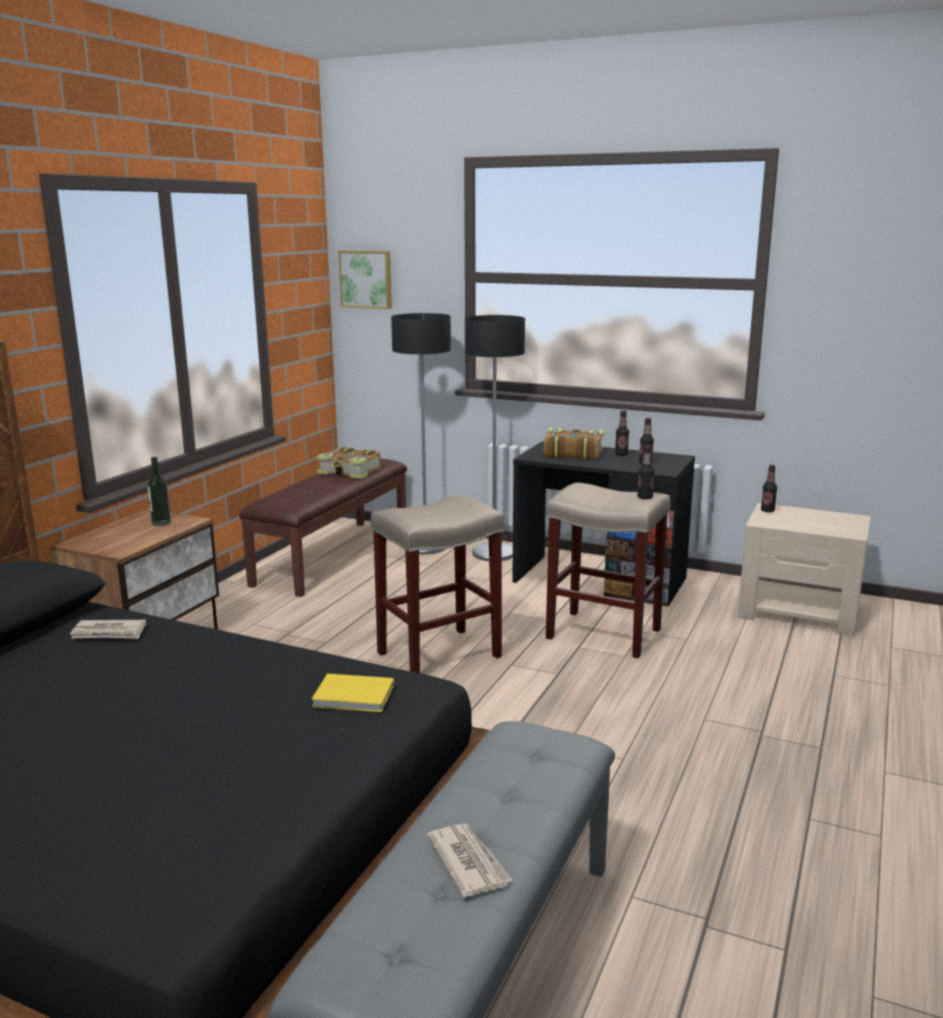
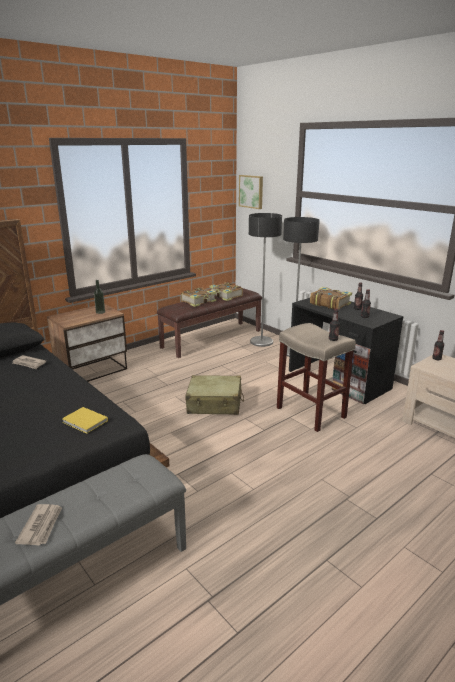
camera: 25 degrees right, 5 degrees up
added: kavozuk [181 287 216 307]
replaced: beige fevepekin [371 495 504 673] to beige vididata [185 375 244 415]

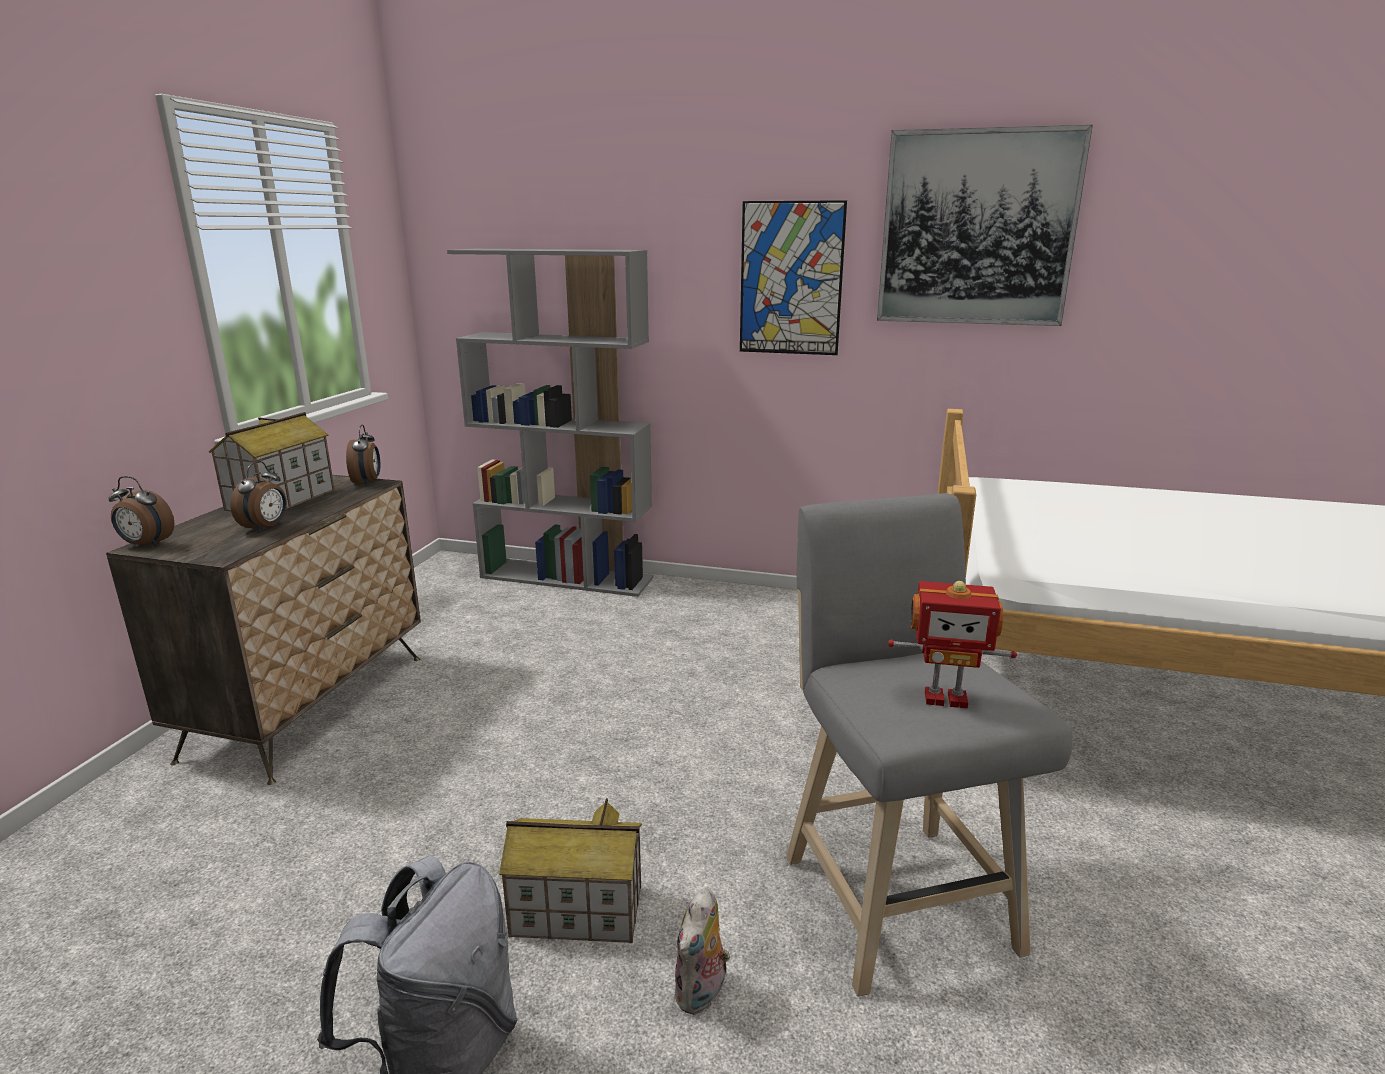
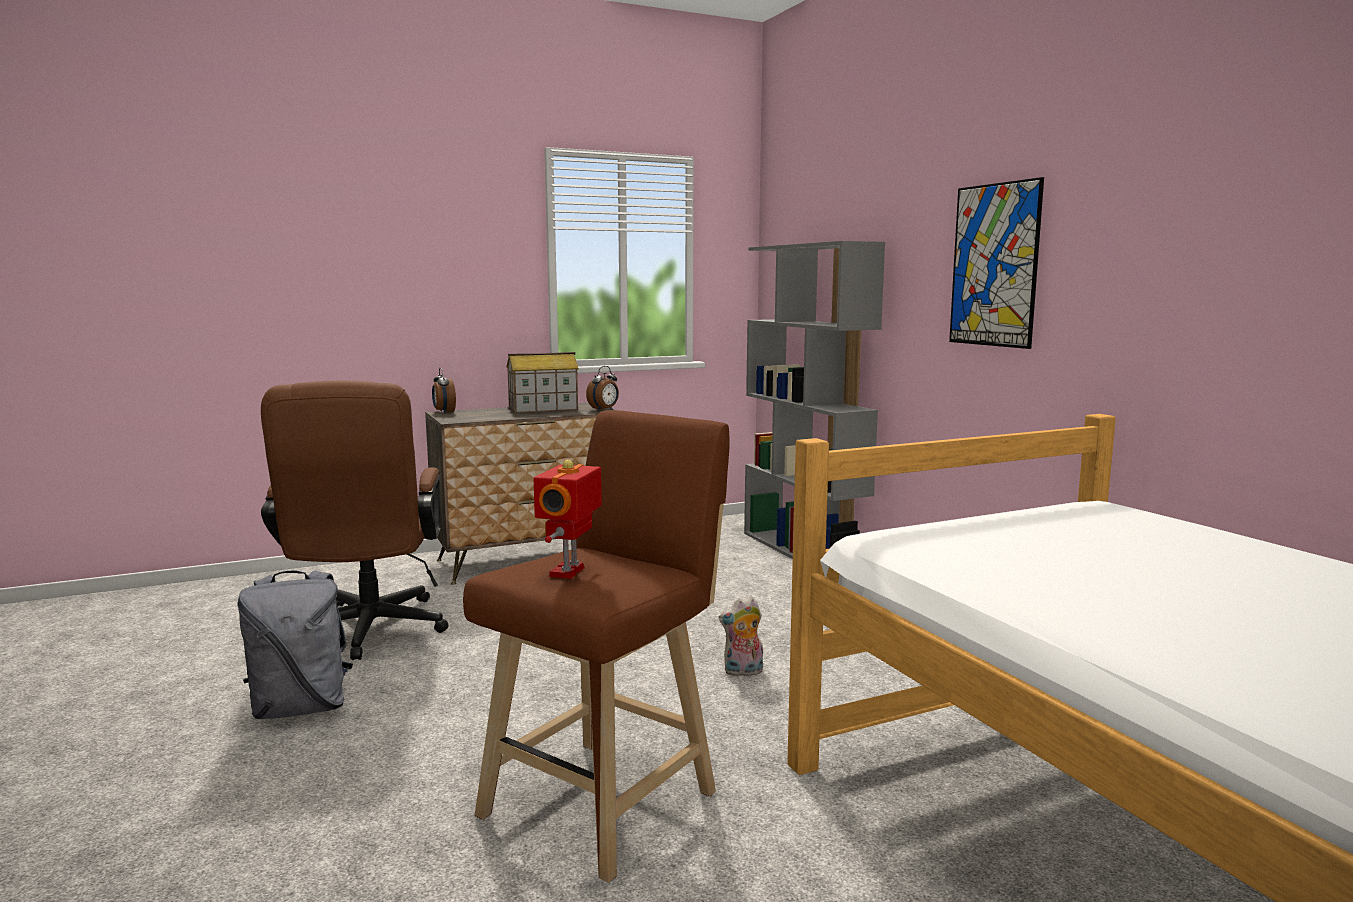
camera: 50 degrees right, 10 degrees down
removed: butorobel [230 461 287 533]; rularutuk [499 798 642 943]; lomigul [877 125 1093 326]
added: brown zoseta [261 381 448 660]
moved: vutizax [674 888 730 1015] to [718 596 763 677]
recoloured: grey fevepekin [786 493 1072 996] to brown fevepekin [463 410 730 883]
turned: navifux [888 581 1017 709] = [534 460 602 579] 45 degrees clockwise

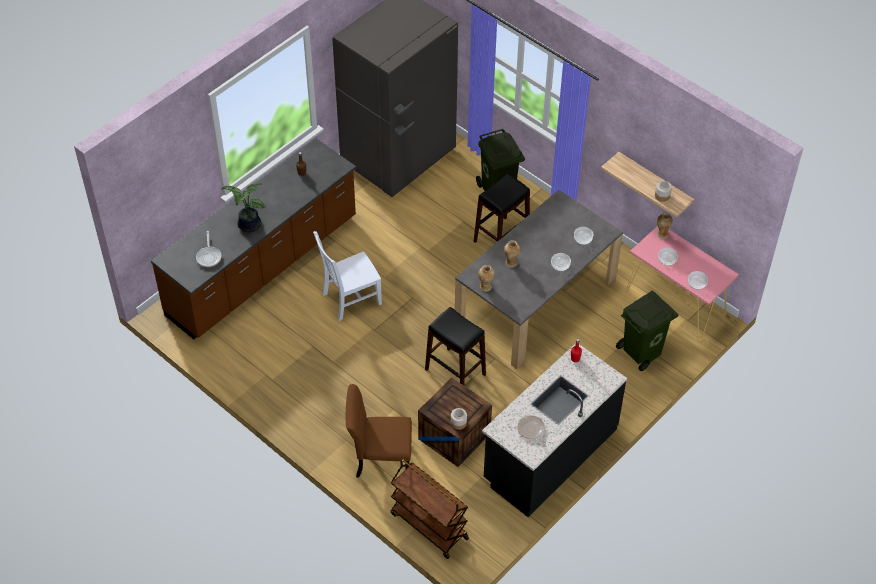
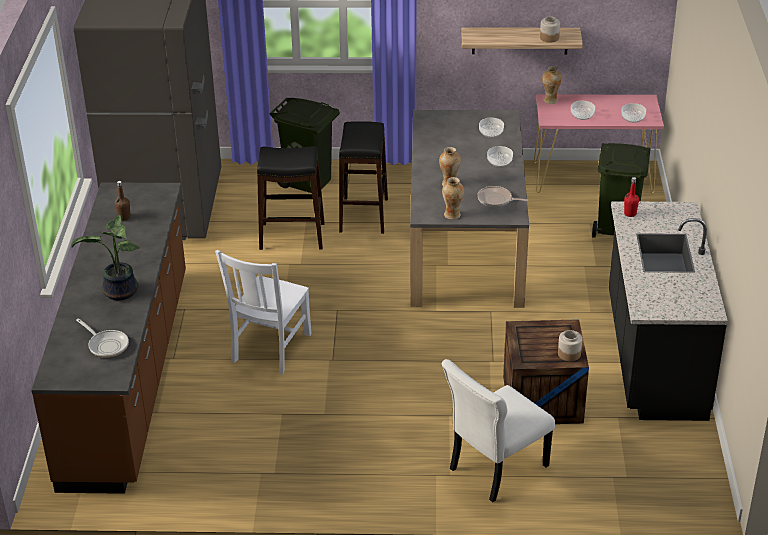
camera: 40 degrees left, 15 degrees down
removed: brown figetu [391 459 469 559]
moved: black fevepekin [425 307 486 385] to [257 146 325 250]; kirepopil [517 415 547 447] to [477 186 528 207]
recoloured: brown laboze [346 384 412 478] to white laboze [442 359 555 503]

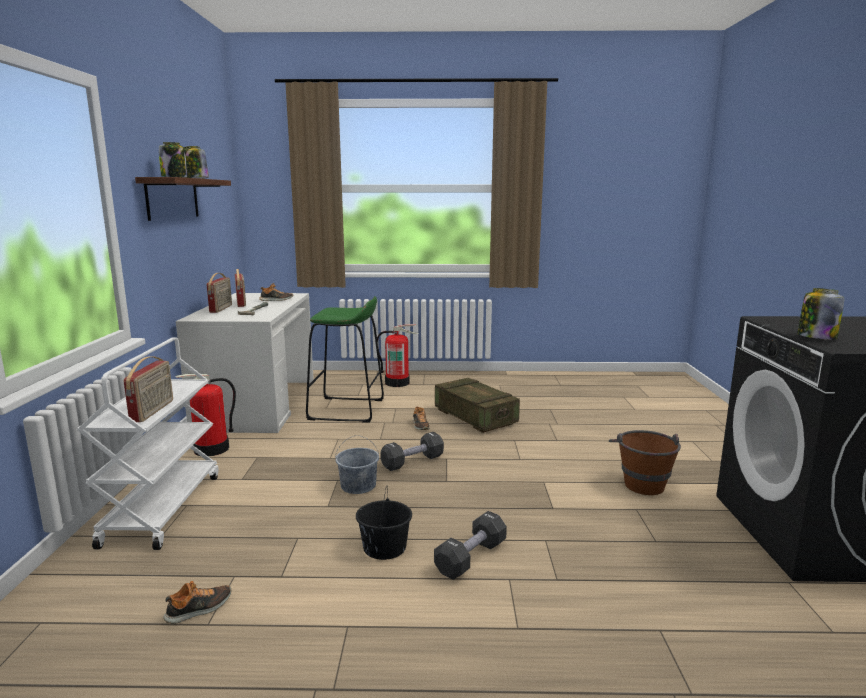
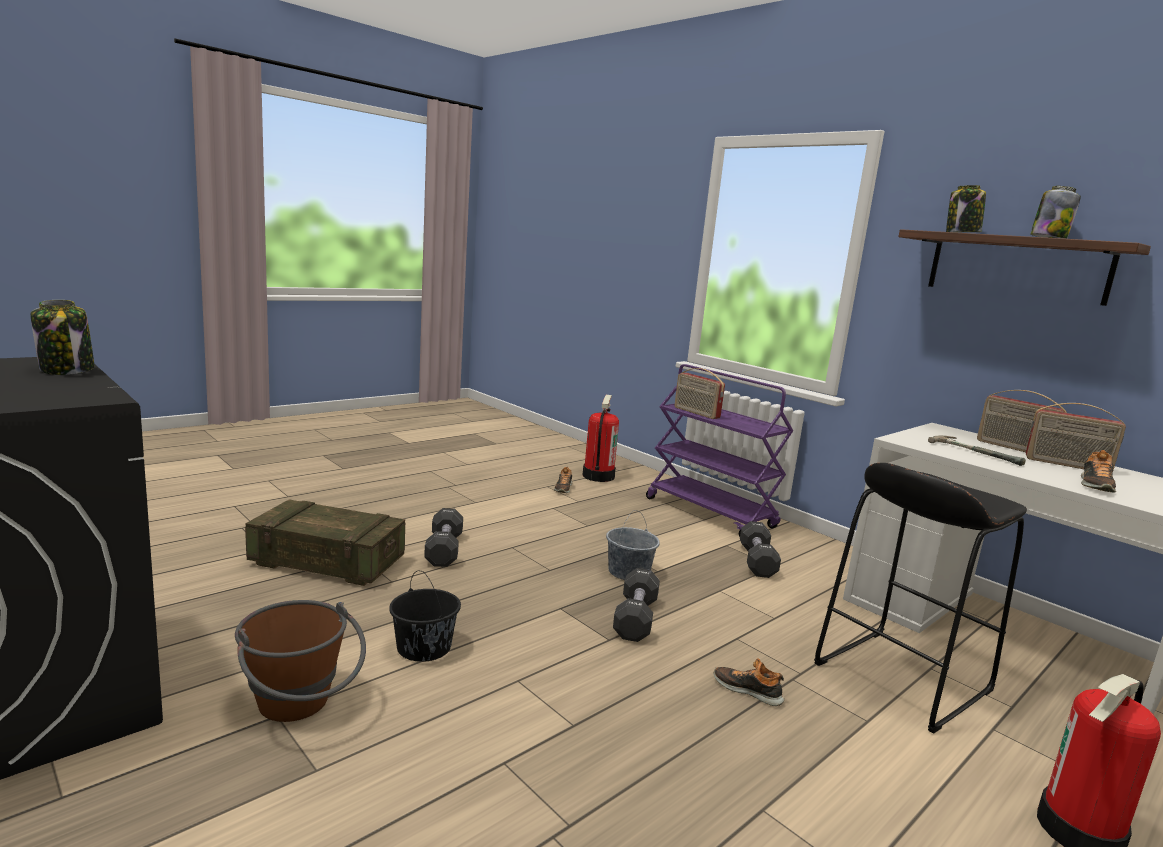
camera: 135 degrees right, 0 degrees up
added: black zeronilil [740 521 781 578]
moved: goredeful [175 374 236 456] to [583 395 619 482]; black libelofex [356 486 412 560] to [389 571 461 662]; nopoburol [435 378 520 433] to [245 499 405 586]
recoloured: white figetu [77 337 219 550] to purple figetu [646 364 793 537]; green fevepekin [306 296 384 422] to black fevepekin [814 463 1027 734]

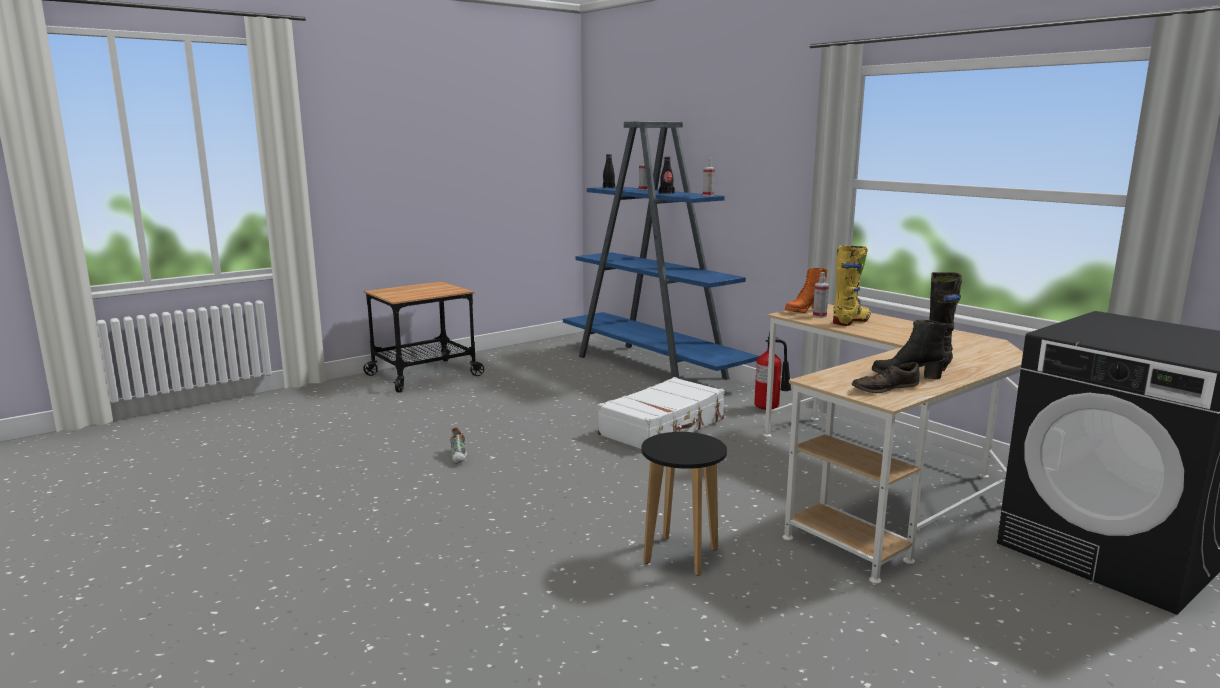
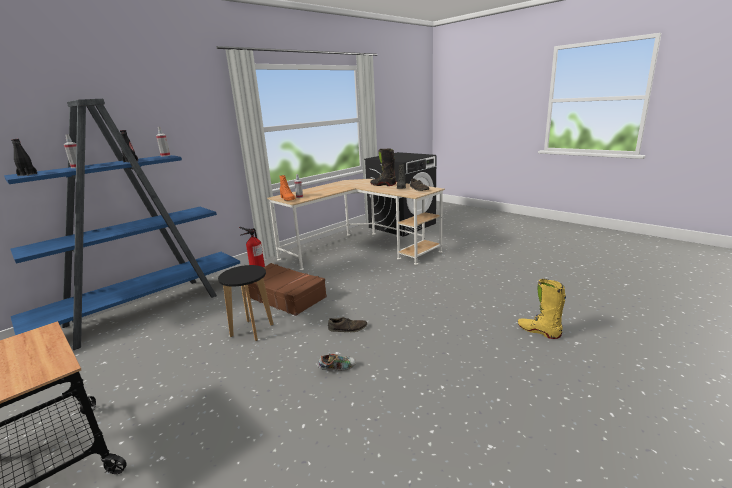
camera: 95 degrees left, 5 degrees up
added: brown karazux [328 317 367 332]
moved: black fevepekin [641 432 727 576] to [218 265 274 341]; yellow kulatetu [833 245 871 326] to [518 279 566 339]
recoloured: white vididata [598 377 725 449] to brown vididata [244 263 327 316]

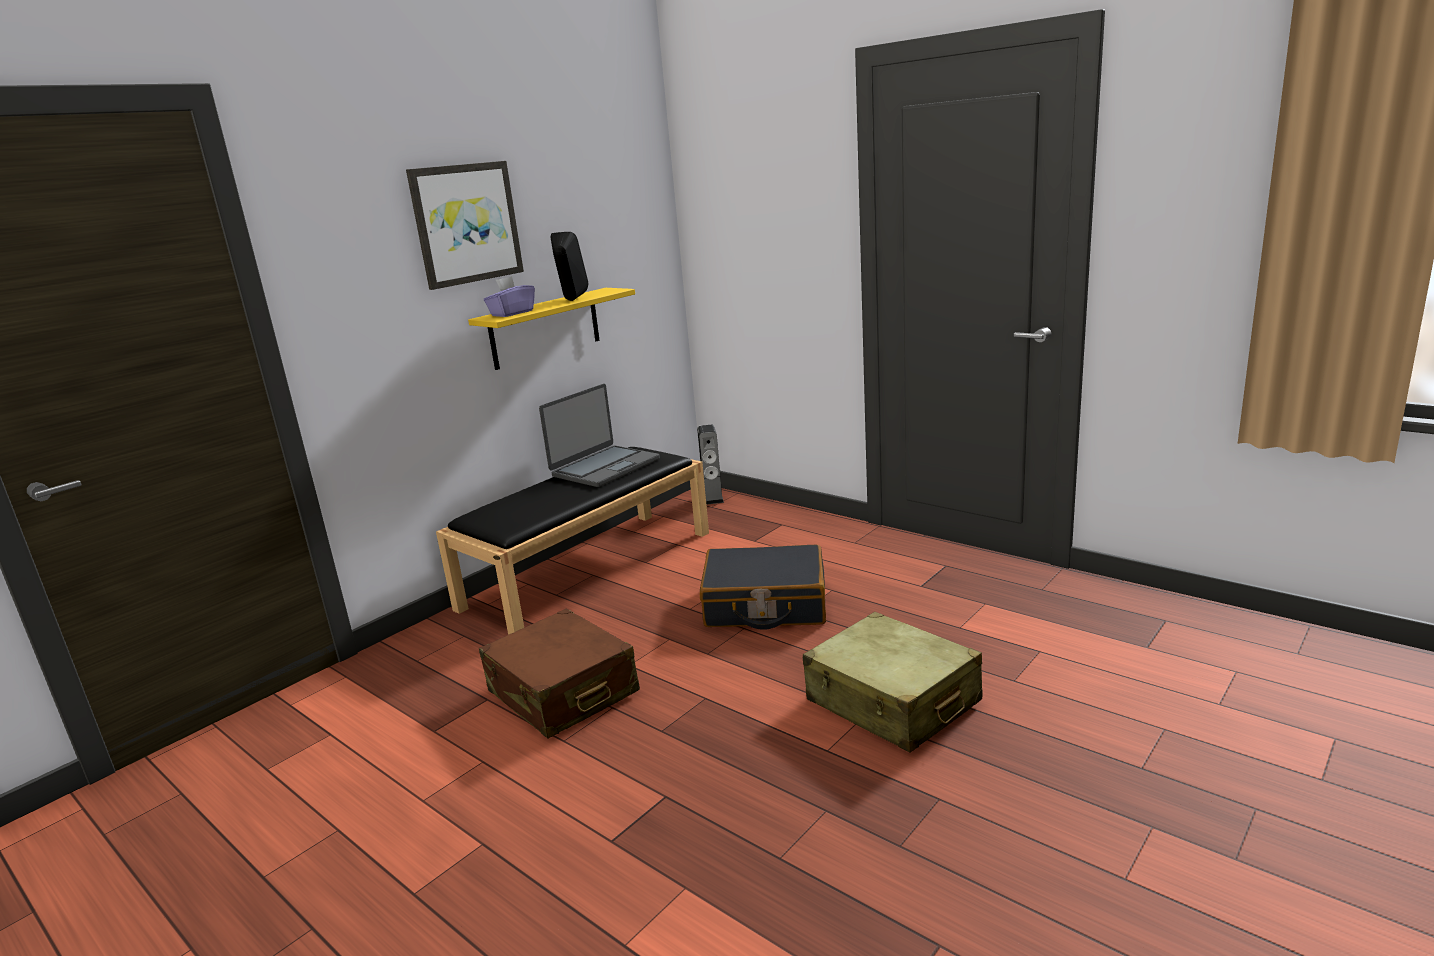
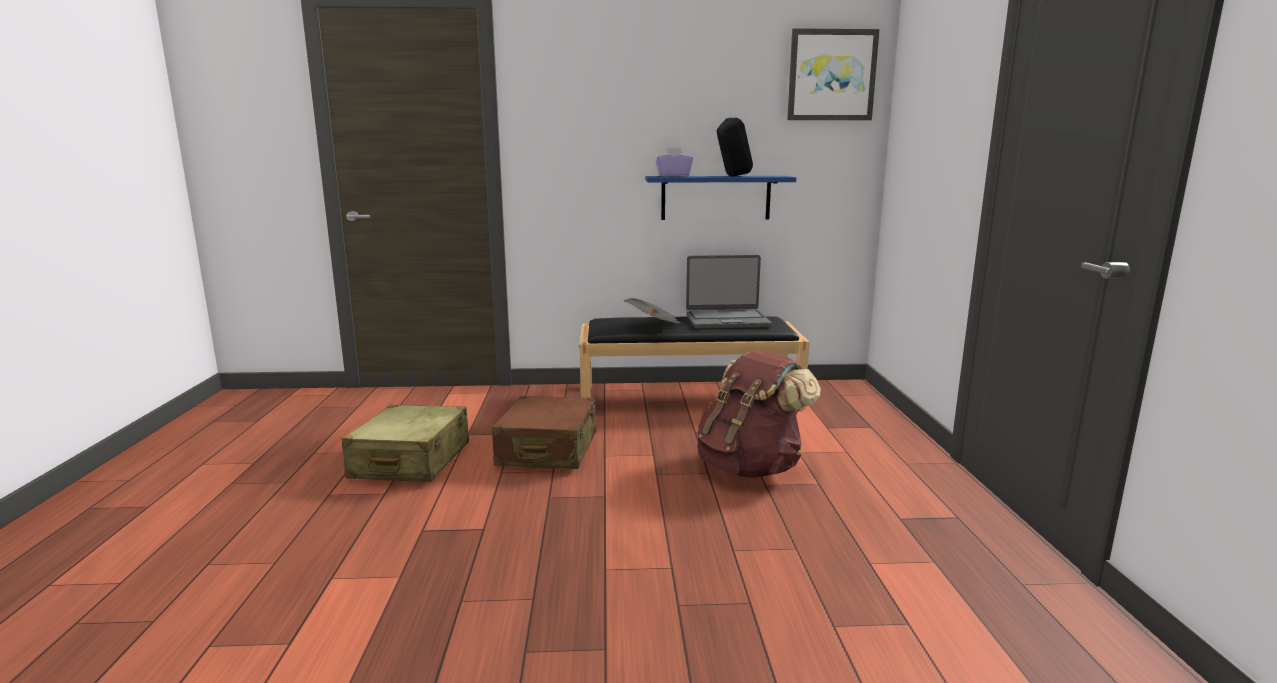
camera: 45 degrees right, 5 degrees down
removed: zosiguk [697 425 724 505]
added: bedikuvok [623 298 681 323]
moved: lomigul [406 161 524 290] to [787 28 880 120]; beige vididata [803 612 982 753] to [341 405 469 482]
replaced: black vididata [700 545 826 630] to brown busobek [697 350 821 478]
recoloured: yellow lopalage [468 288 635 370] to blue lopalage [645 176 796 220]

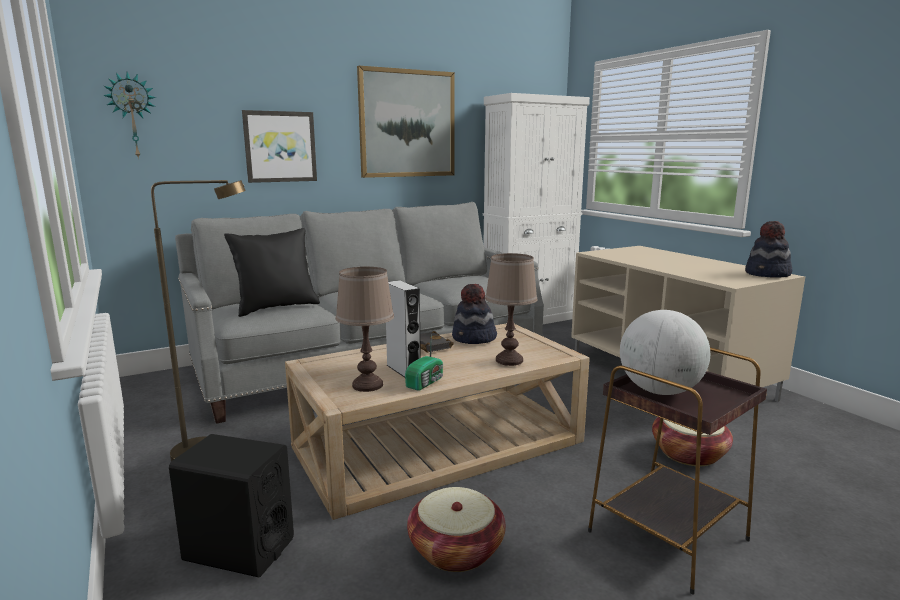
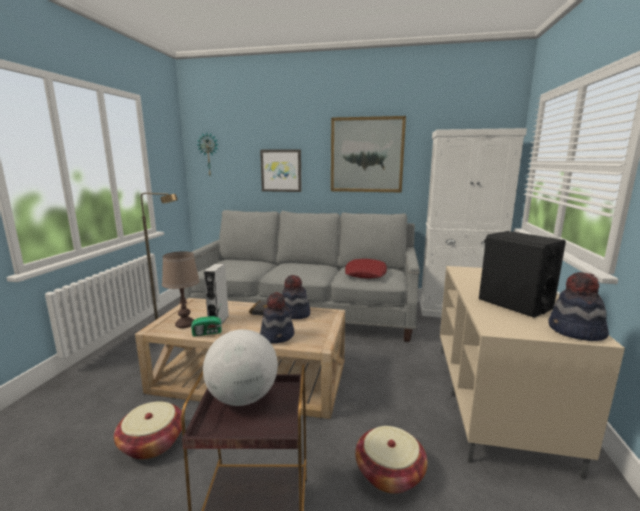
camera: 40 degrees right, 0 degrees up
removed: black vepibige [224 228 320 317]
added: red vepibige [345 259 387 278]
moved: black zosiguk [169 434 294 577] to [479 231 566 317]
replaced: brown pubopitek [485 253 538 366] to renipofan [260 292 294 343]

